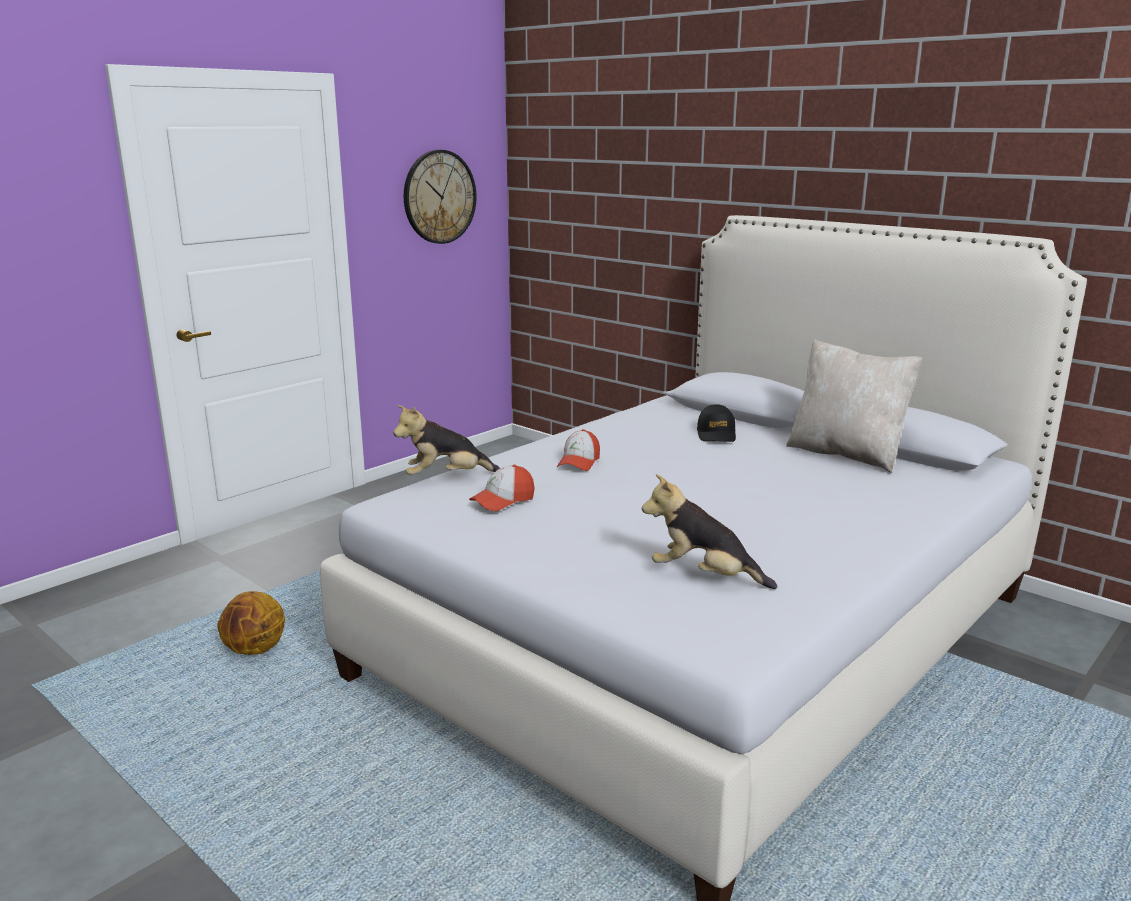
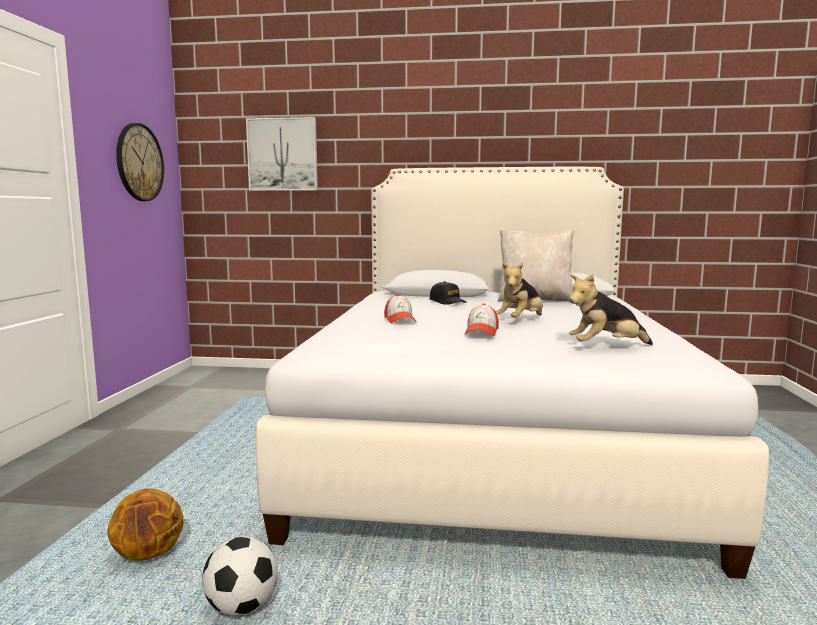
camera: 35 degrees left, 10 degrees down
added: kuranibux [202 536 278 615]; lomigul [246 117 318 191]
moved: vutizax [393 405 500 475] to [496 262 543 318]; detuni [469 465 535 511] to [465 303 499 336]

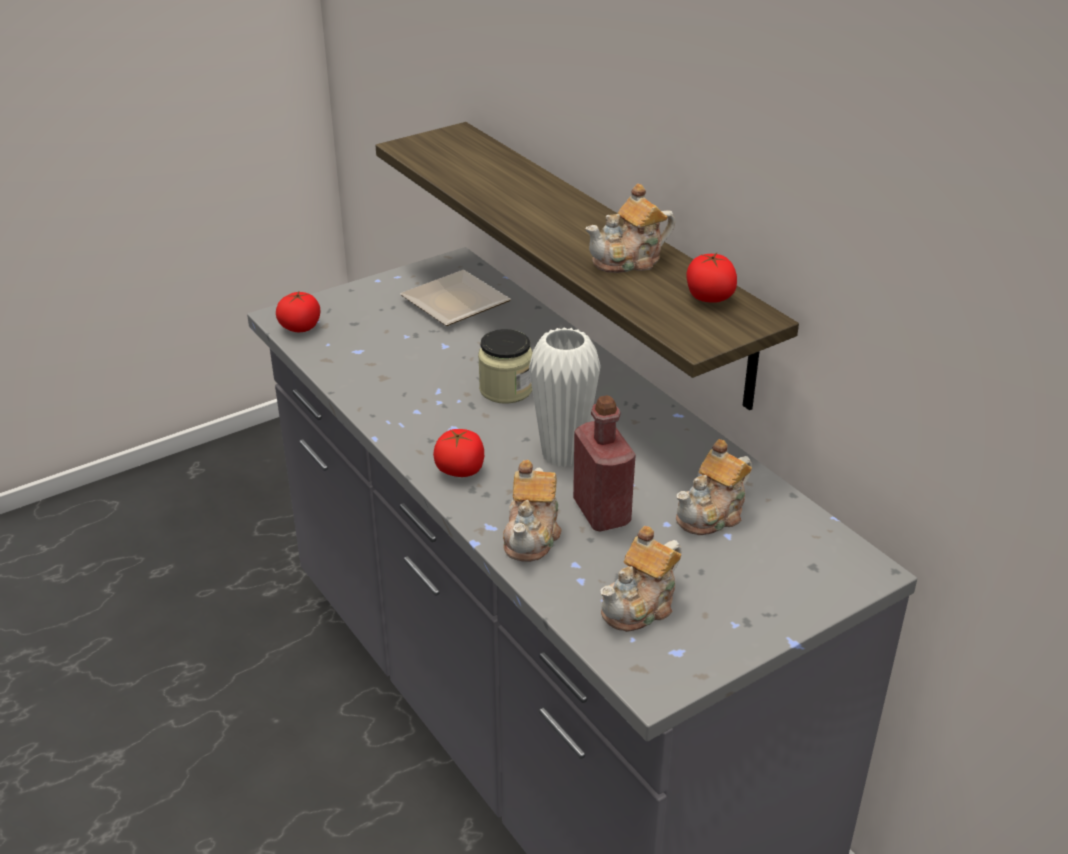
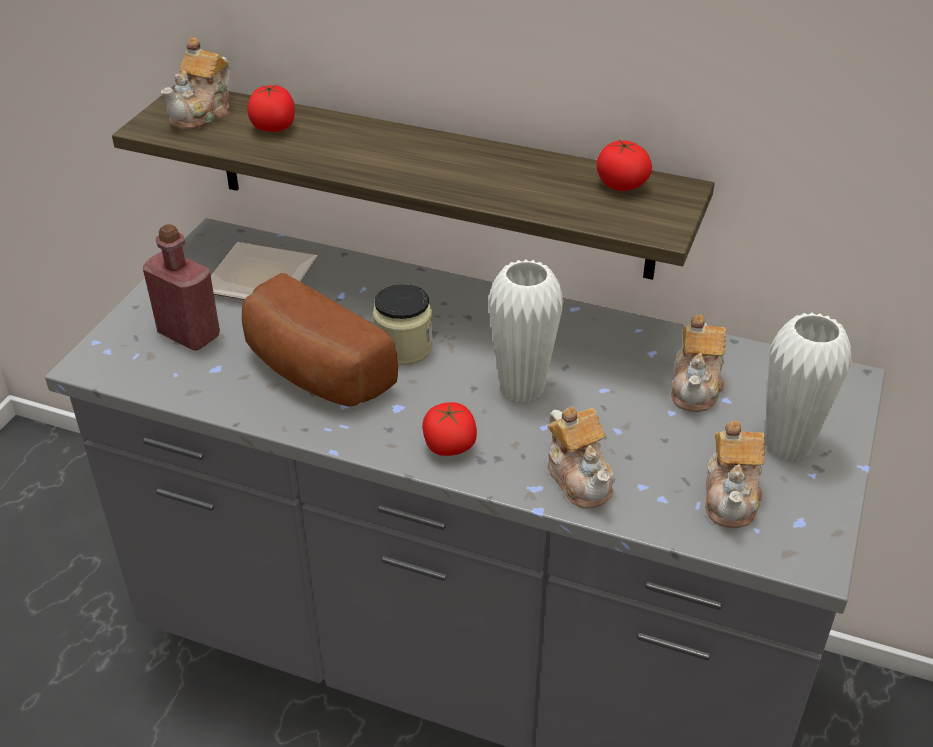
camera: 35 degrees left, 5 degrees up
added: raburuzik [242 273 398 407]; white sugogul [765 312 851 461]
moved: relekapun [276 291 321 332] to [247 84 295 132]; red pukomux [573 395 636 531] to [143 224 220 351]; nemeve [585 184 675 273] to [161 37 231 130]

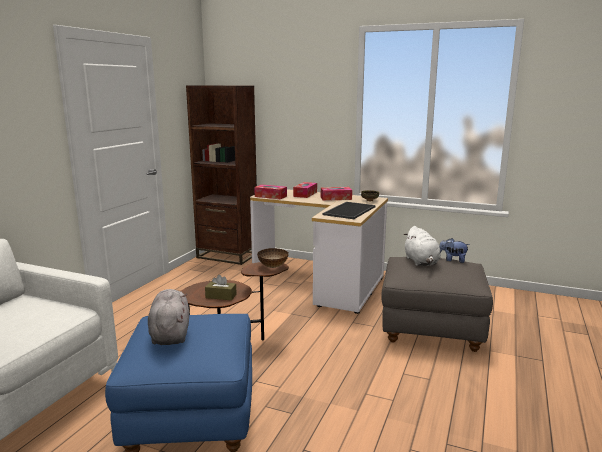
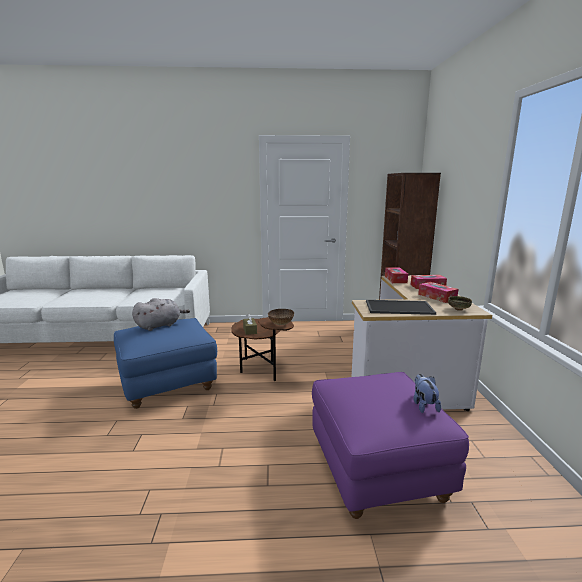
camera: 65 degrees right, 0 degrees up
removed: white vutizax [404 226 441 266]
recoloured: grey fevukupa [381 257 493 352] to purple fevukupa [312 372 469 519]

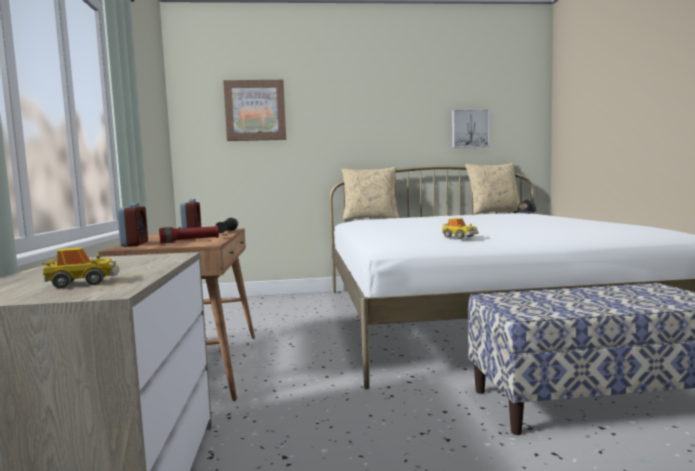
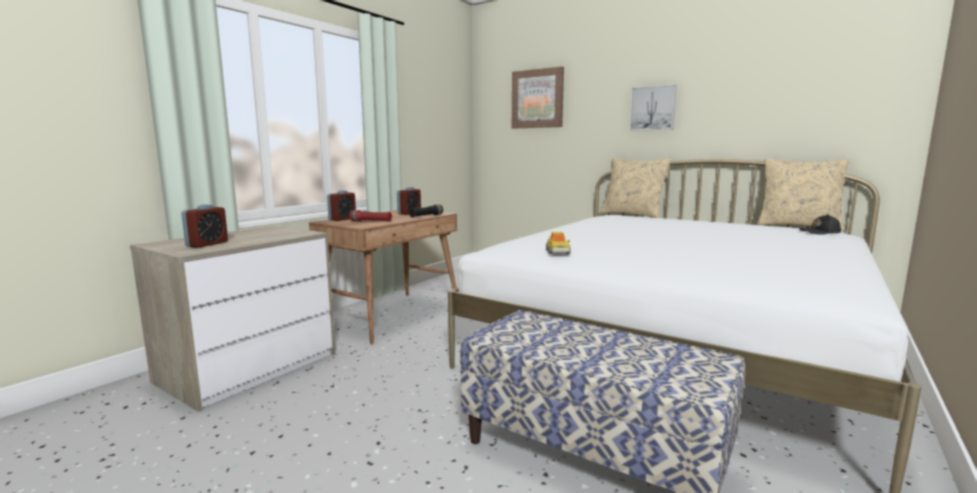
camera: 40 degrees right, 5 degrees up
moved: lomigul [452 109 489 148] to [629 84 677 131]
replaced: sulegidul [42 247 120 289] to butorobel [181 204 228 248]

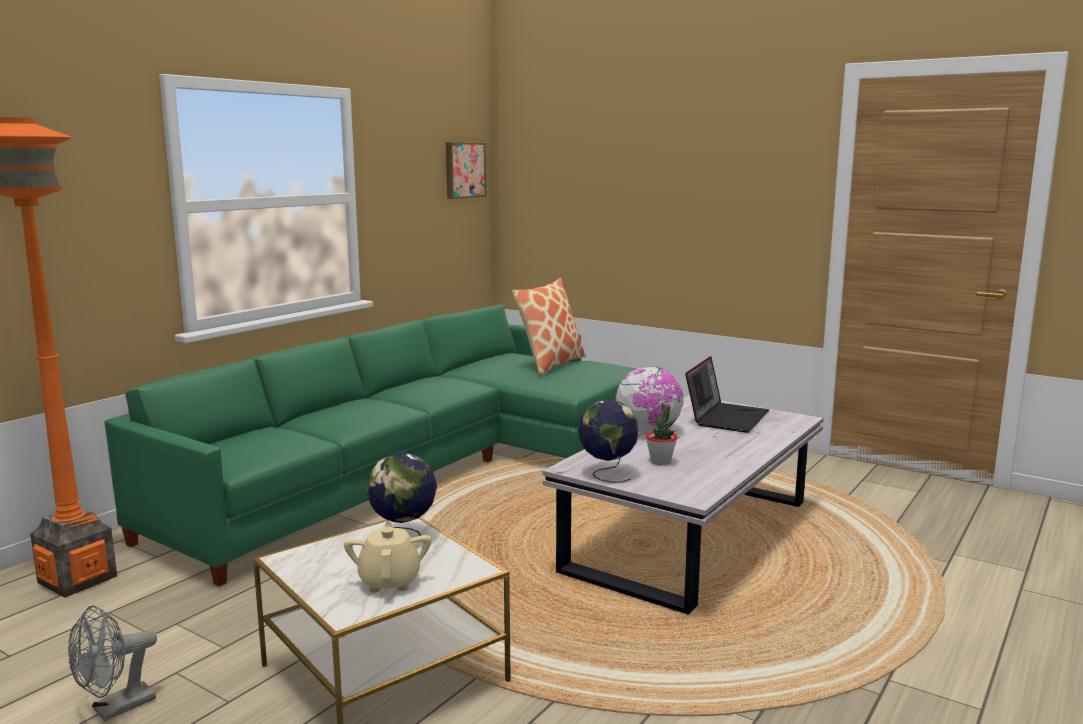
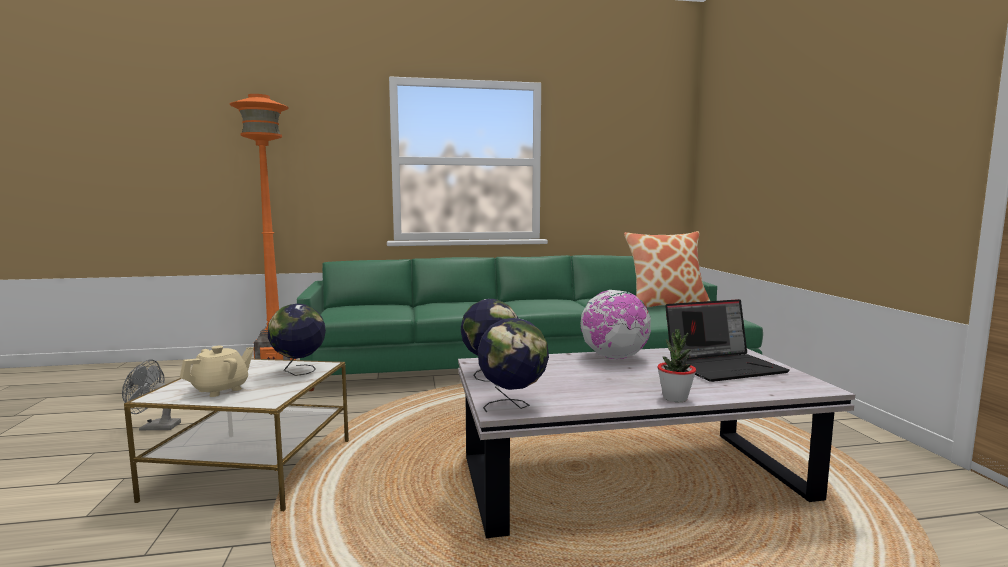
camera: 45 degrees right, 5 degrees down
removed: lomigul [446 142 486 199]
added: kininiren [478 318 549 412]
moved: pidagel [646 403 678 465] to [657 329 696 402]

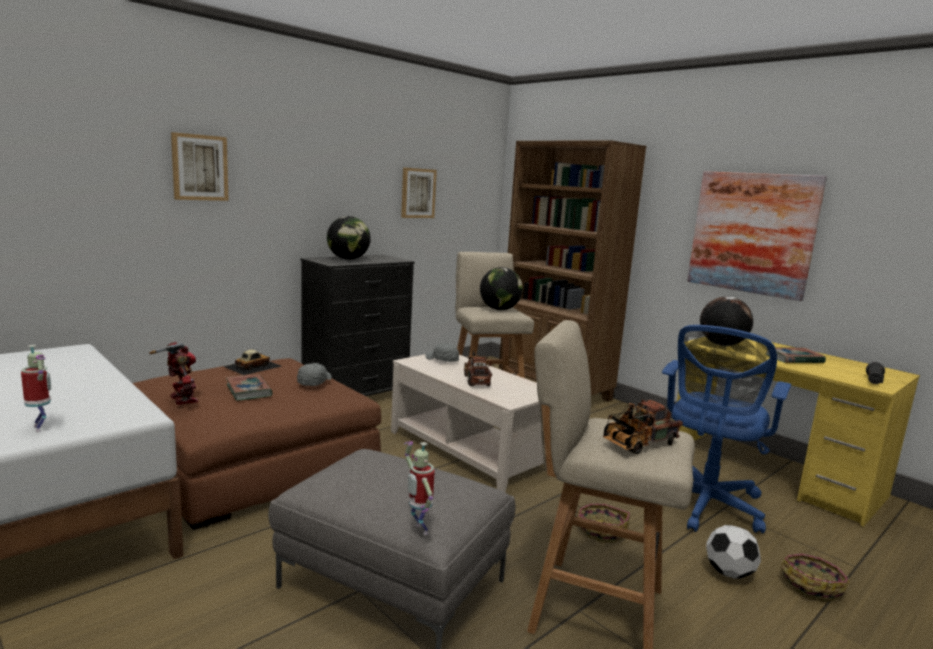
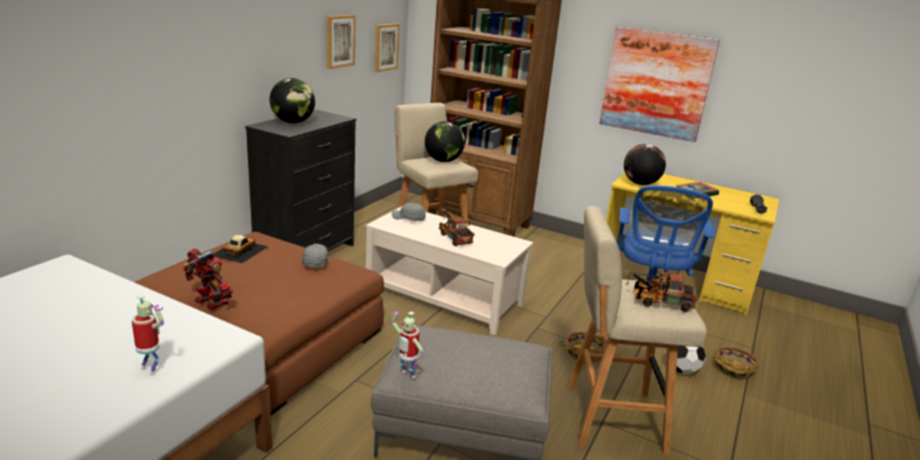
camera: 20 degrees left, 10 degrees up
removed: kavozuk [226 374 273 401]
moved: lomigul [171 132 229 201] to [375 23 400 72]; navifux [404 441 435 535] to [391 311 424 378]
turned: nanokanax [603 399 683 454] = [626 271 698 312] 60 degrees clockwise

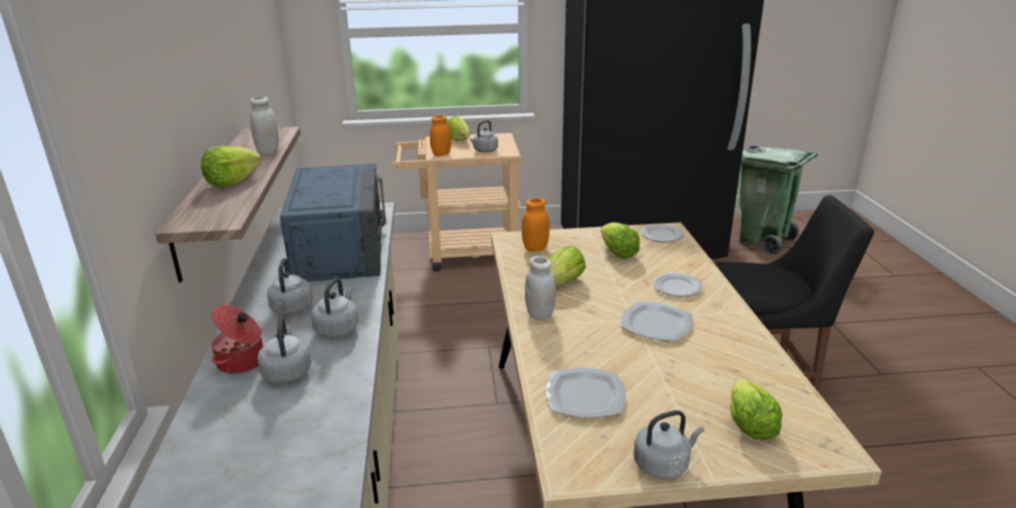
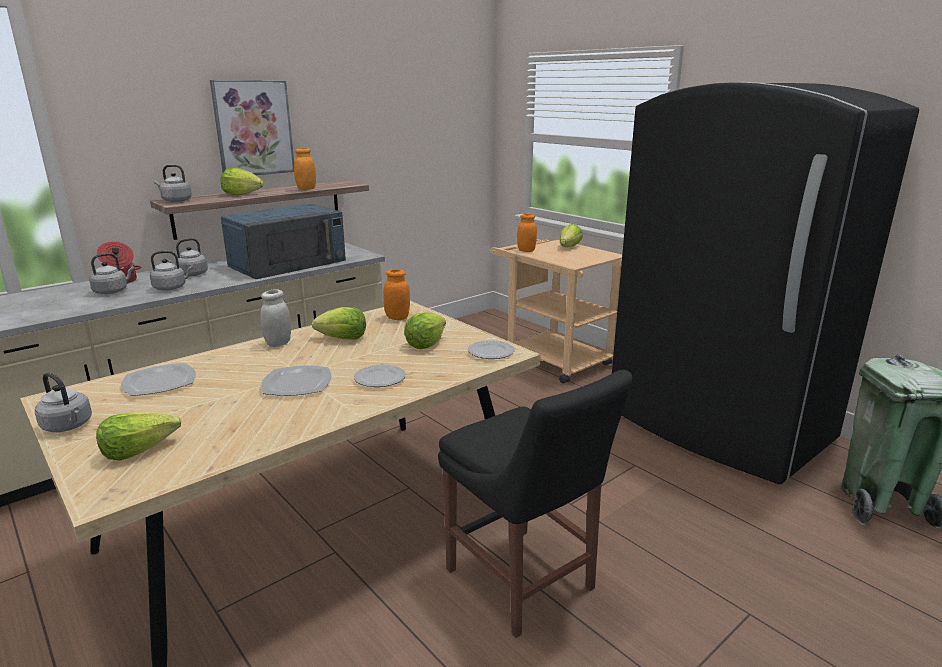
camera: 55 degrees right, 5 degrees down
added: lomigul [210 80 294 175]
moved: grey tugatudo [470 120 498 153] to [154 165 192 202]
recoloured: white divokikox [250 96 279 154] to orange divokikox [294 148 316 190]

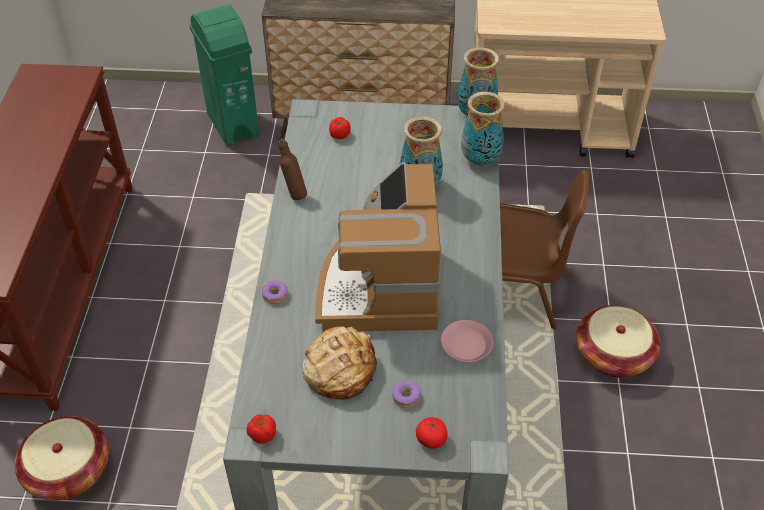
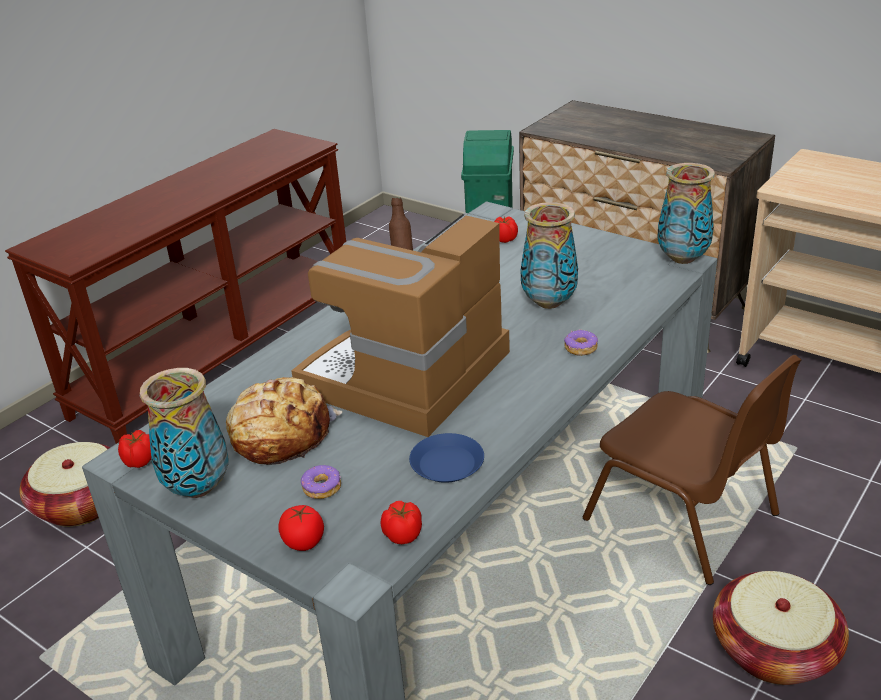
camera: 35 degrees right, 15 degrees down
added: relekapun [381 501 422 544]
moved: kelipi [262 281 288 304] to [564 329 598 356]; sugogul [461 92 505 166] to [140 368 229 498]
recoloured: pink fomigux [441 320 493 362] to blue fomigux [409 433 484 483]

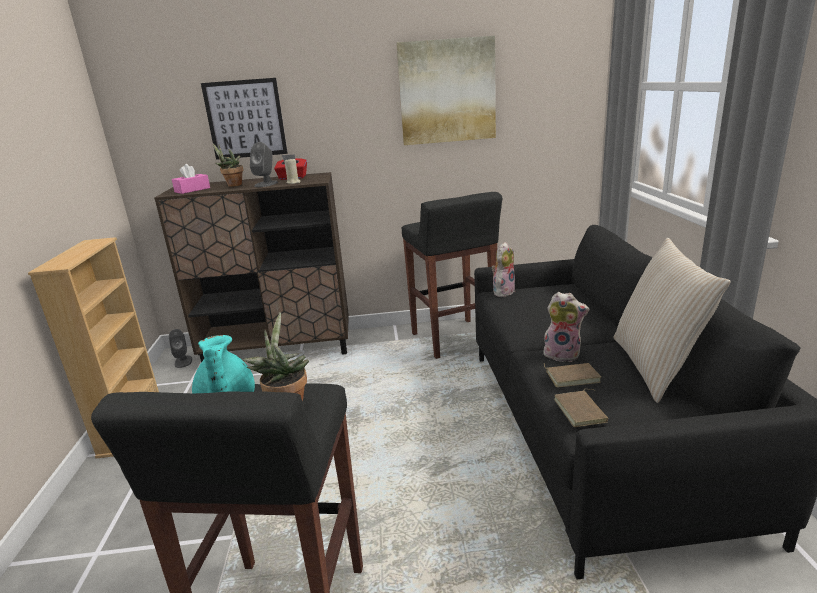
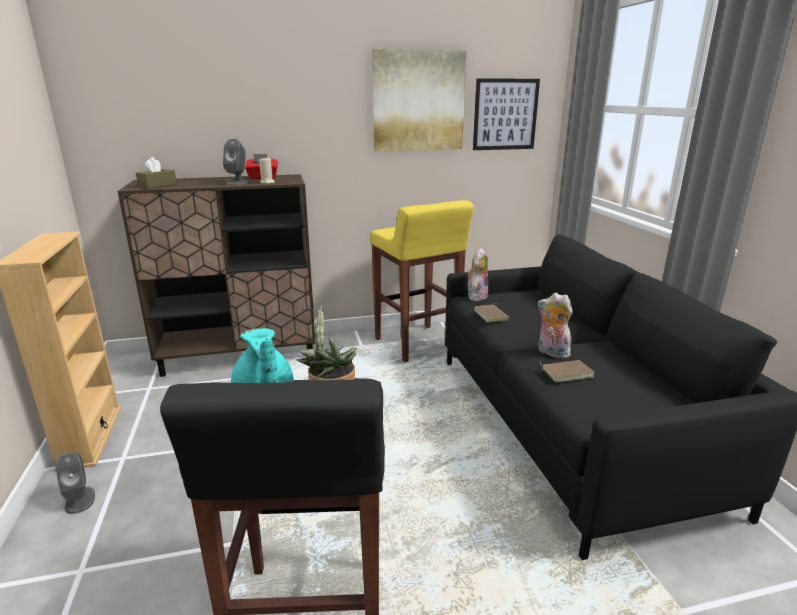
camera: 10 degrees left, 0 degrees up
removed: pidagel [213 144 243 187]; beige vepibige [613 238 731 403]
moved: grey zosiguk [169 329 192 368] to [55 452 95 514]; lomigul [201 78 288 160] to [473 78 540 150]; brown kavozuk [554 389 608 427] to [474 303 509 323]
recoloured: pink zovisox [172 164 210 194] to brown zovisox [136 157 177 189]; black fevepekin [402 192 502 359] to yellow fevepekin [371 200 474 362]
turned: vutizax [543 292 589 362] = [537 293 573 359] 150 degrees counterclockwise

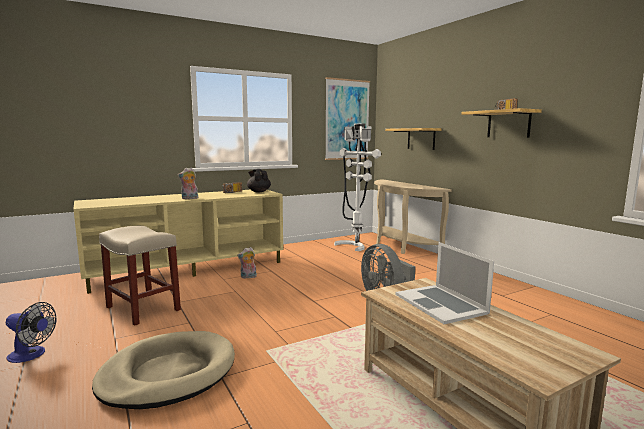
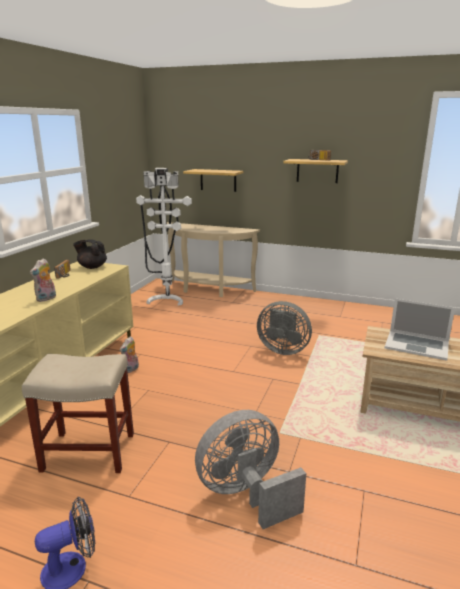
camera: 40 degrees left, 10 degrees up
removed: lomigul [325 77 370 160]
replaced: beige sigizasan [92 331 235 409] to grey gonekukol [195 410 306 529]

